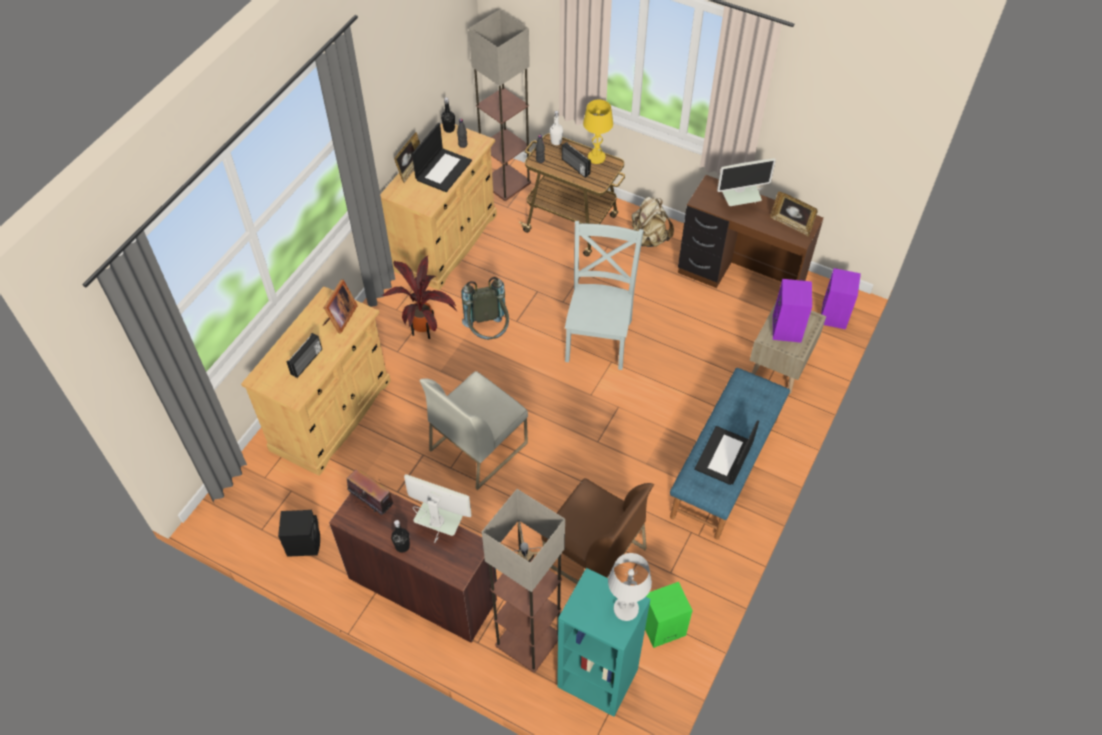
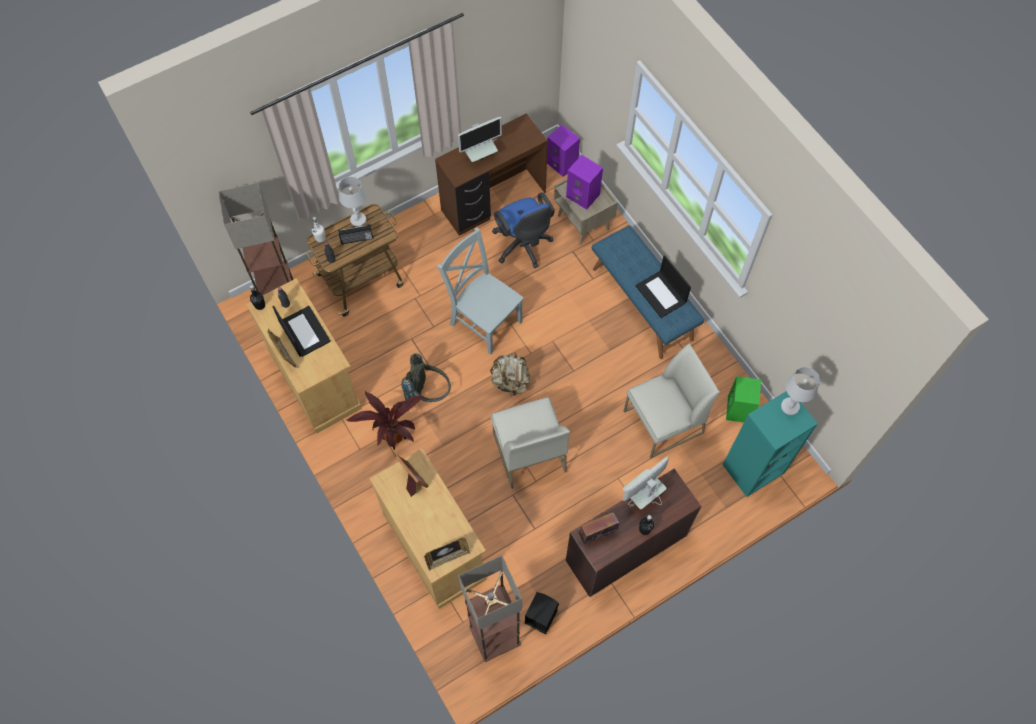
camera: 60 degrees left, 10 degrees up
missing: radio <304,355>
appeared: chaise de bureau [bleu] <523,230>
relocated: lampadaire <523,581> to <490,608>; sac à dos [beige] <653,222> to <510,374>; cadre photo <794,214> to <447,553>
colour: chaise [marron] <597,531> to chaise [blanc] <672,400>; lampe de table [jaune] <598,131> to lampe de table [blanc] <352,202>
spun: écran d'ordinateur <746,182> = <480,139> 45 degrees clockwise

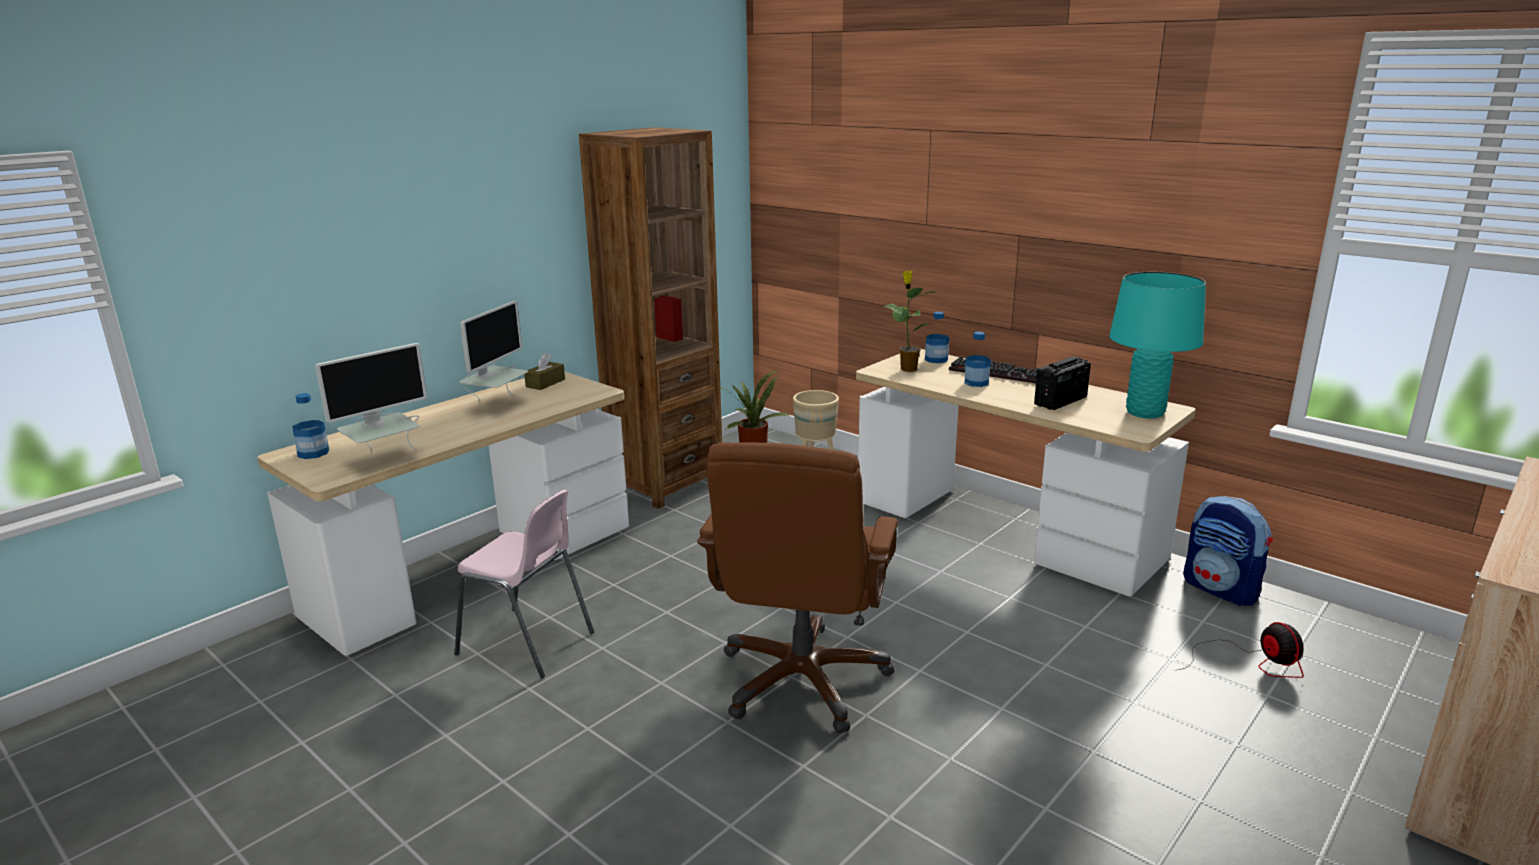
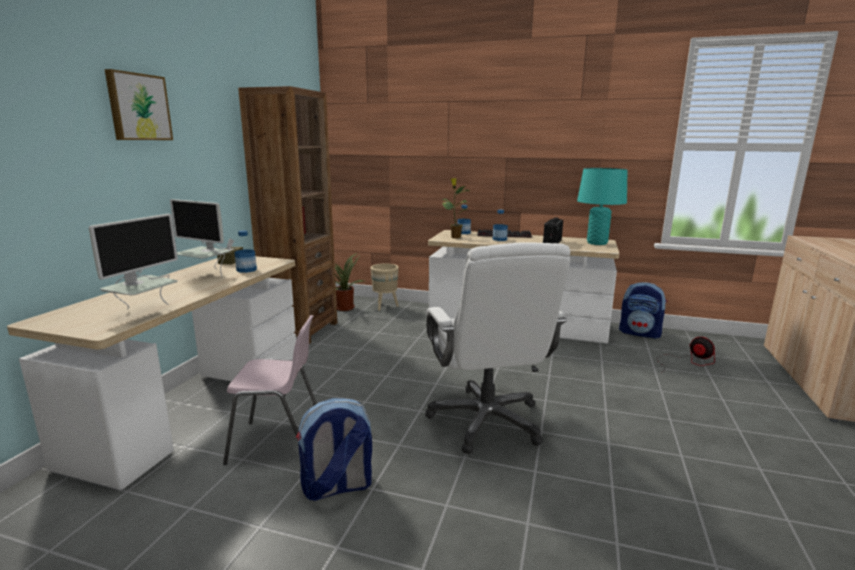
camera: 25 degrees left, 5 degrees down
appeared: tableau <139,104>; sac à dos <334,449>
relocated: bouteille <310,426> to <246,251>
colour: chaise de bureau [marron] <797,587> to chaise de bureau [blanc] <497,348>
spun: écran d'ordinateur <493,351> = <200,238> 120 degrees clockwise

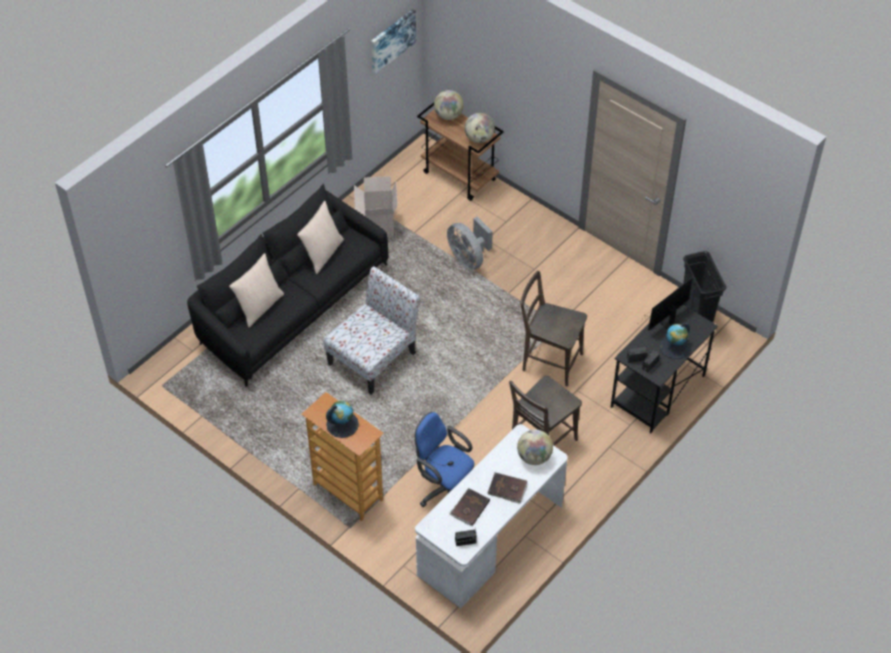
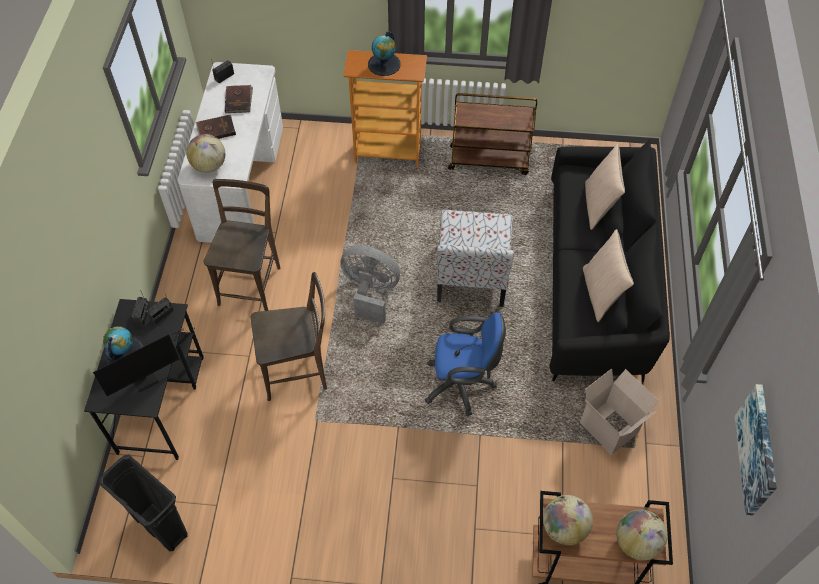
camera: 145 degrees right, 5 degrees up
appeared: chariot [marron] <492,134>
relocated: chaise de bureau [bleu] <444,459> to <465,364>; ventilateur [gris] <470,243> to <370,285>
spun: écran d'ordinateur <667,304> = <143,362> 45 degrees clockwise

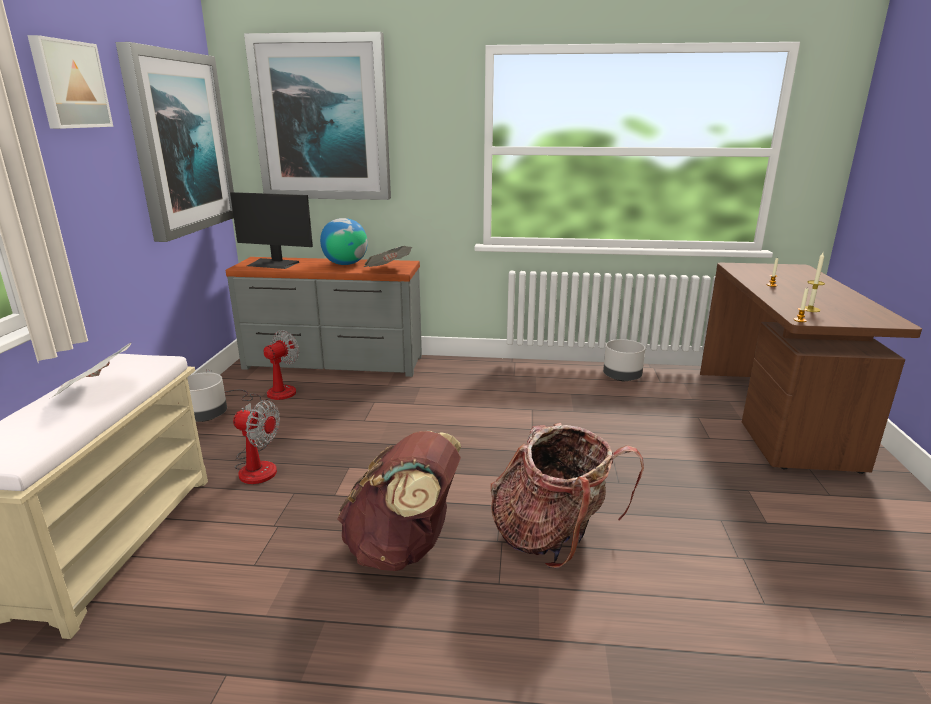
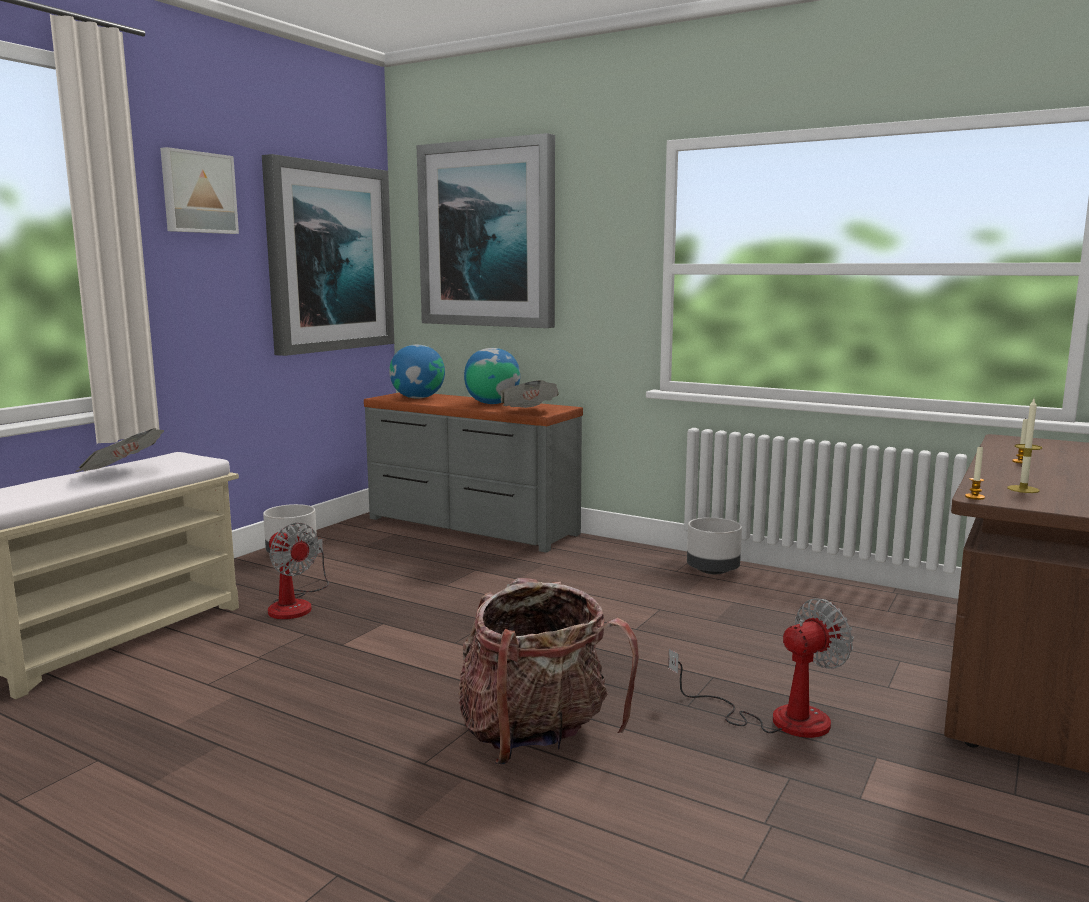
camera: 25 degrees right, 10 degrees down
missing: sac à dos [marron] <399,501>
relocated: ventilateur <253,365> to <761,668>; cache-pot [gris] <624,360> to <714,545>
exchanged: écran d'ordinateur <271,230> to globe <417,372>

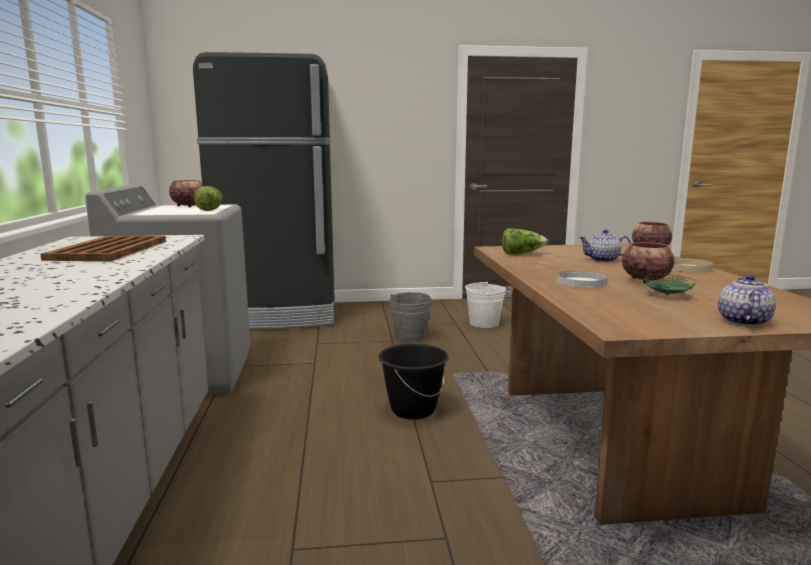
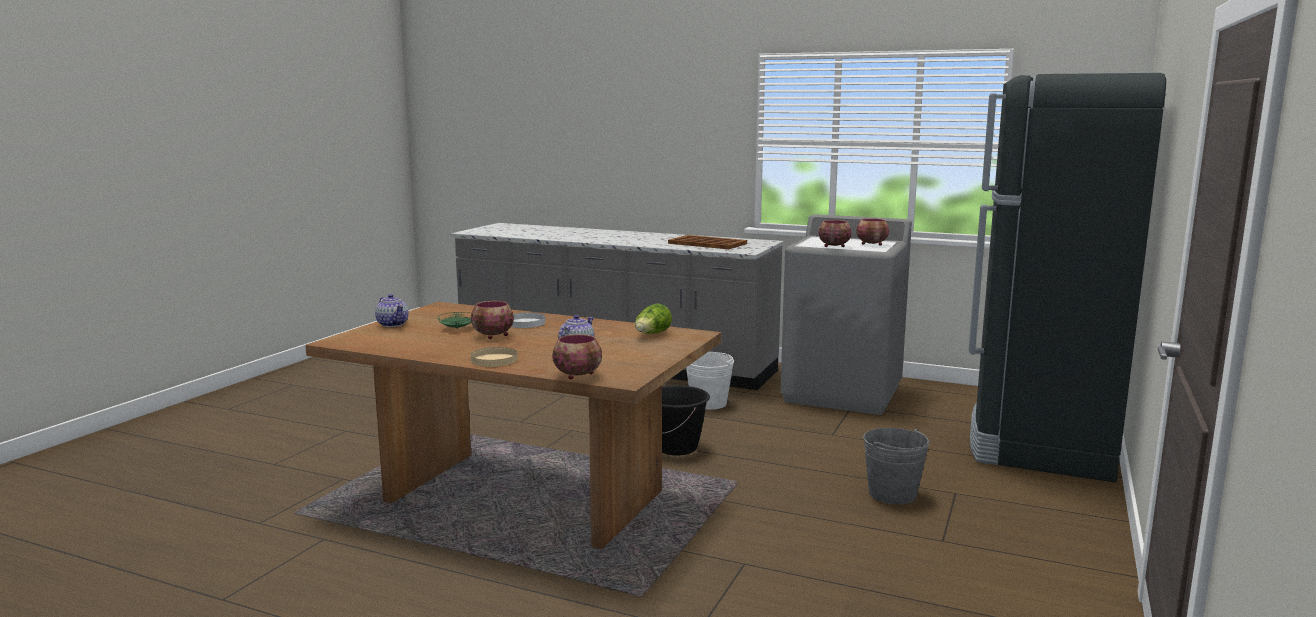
camera: 120 degrees right, 0 degrees up
relocated: seau [blanc] <485,304> to <710,381>
exchanged: laitue <208,198> to bol <835,233>

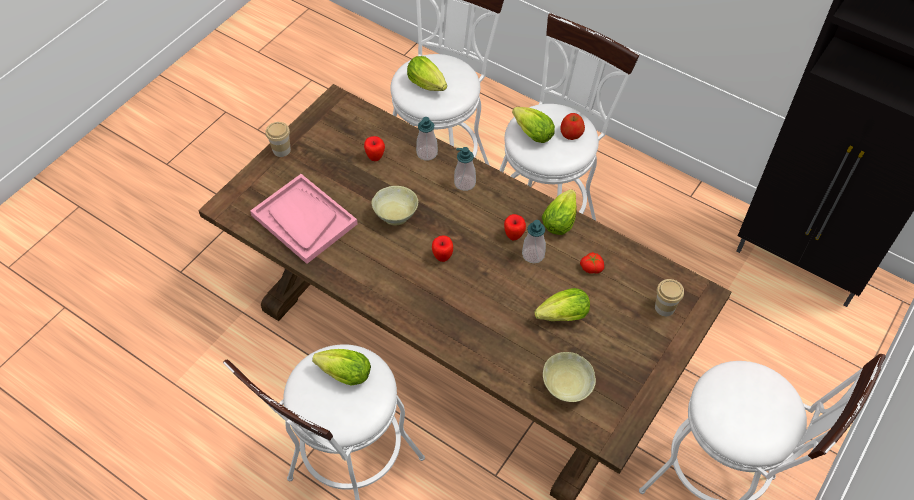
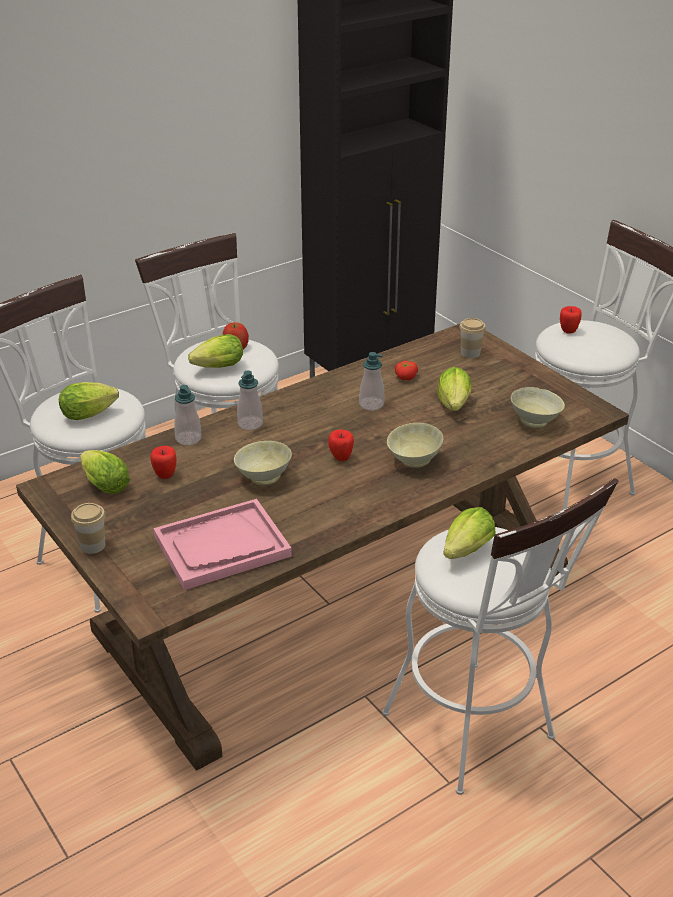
camera: 70 degrees left, 20 degrees down
appeared: bol [beige] <415,445>
relocated: pomme <515,227> to <571,320>; laitue <559,212> to <105,472>

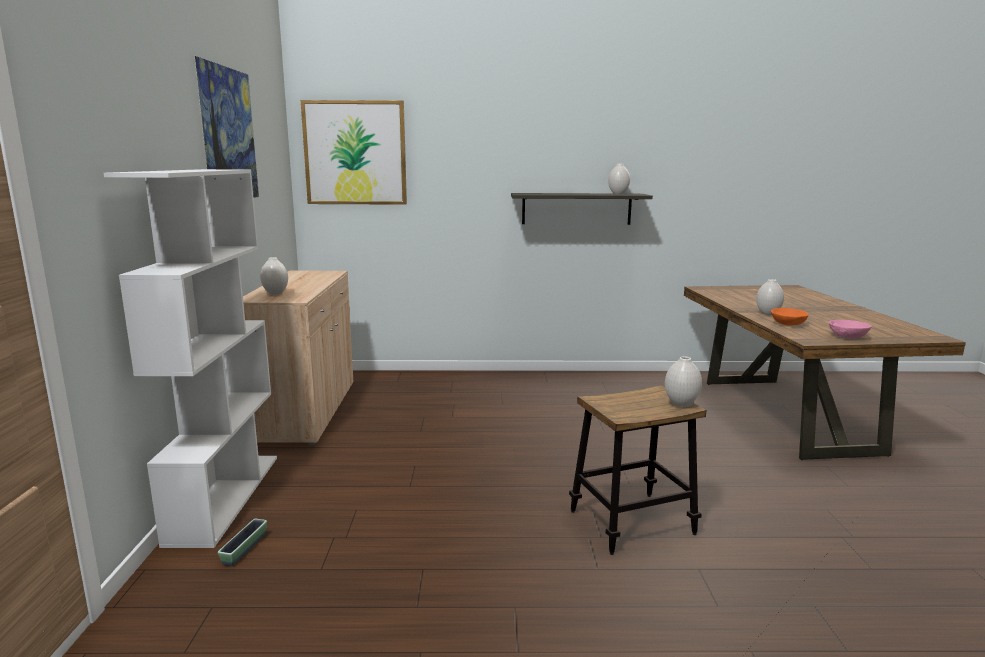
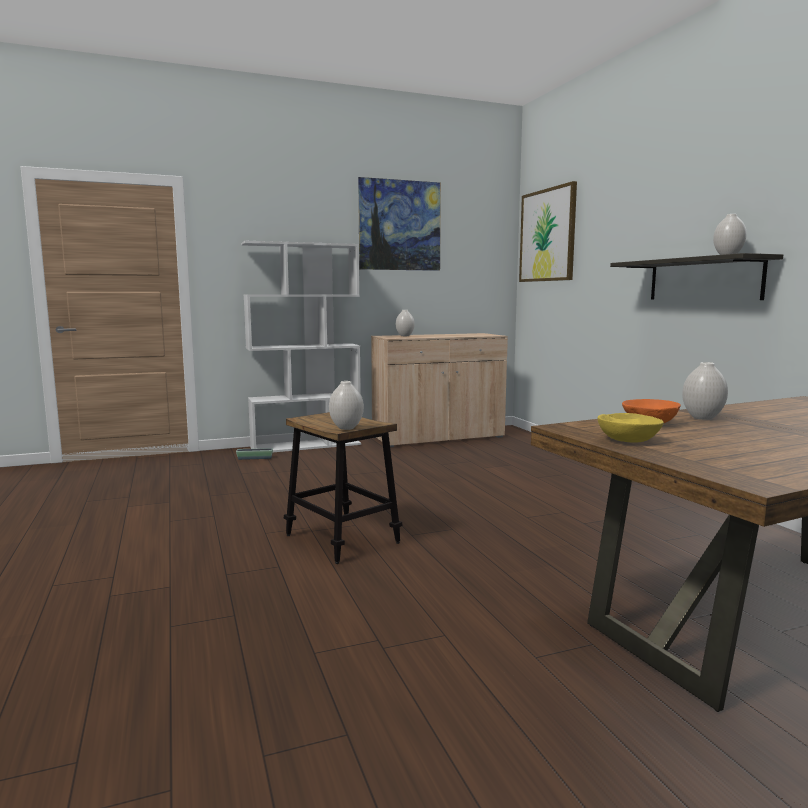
camera: 70 degrees right, 5 degrees down
colour: bol [rose] <850,329> to bol [jaune] <630,428>

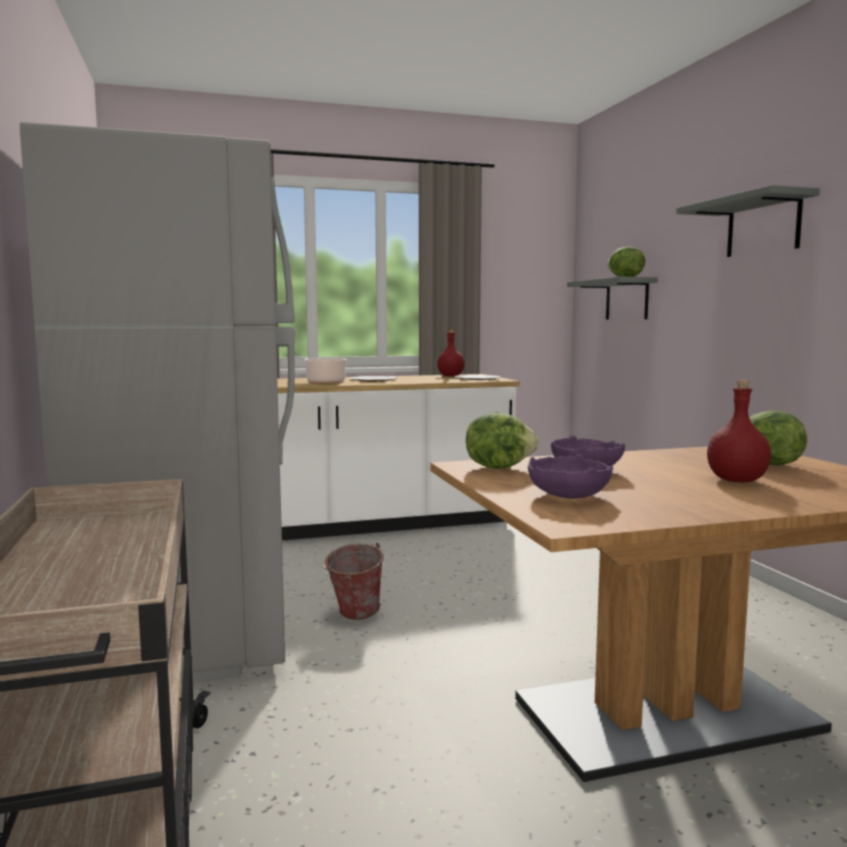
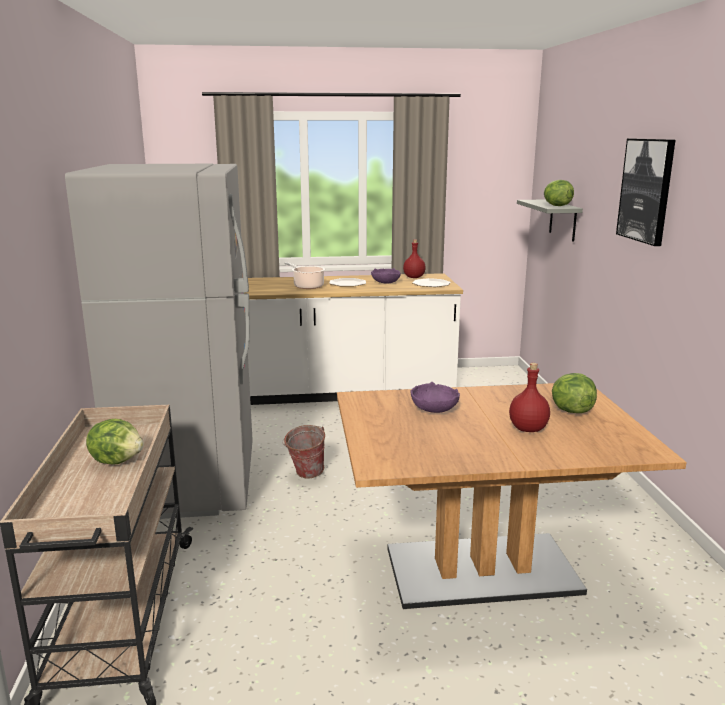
camera: 10 degrees right, 10 degrees up
relocated: laitue <502,441> to <115,442>; bol [violet] <570,476> to <386,276>
exchanged: étagère [gris] <748,221> to tableau <645,192>

